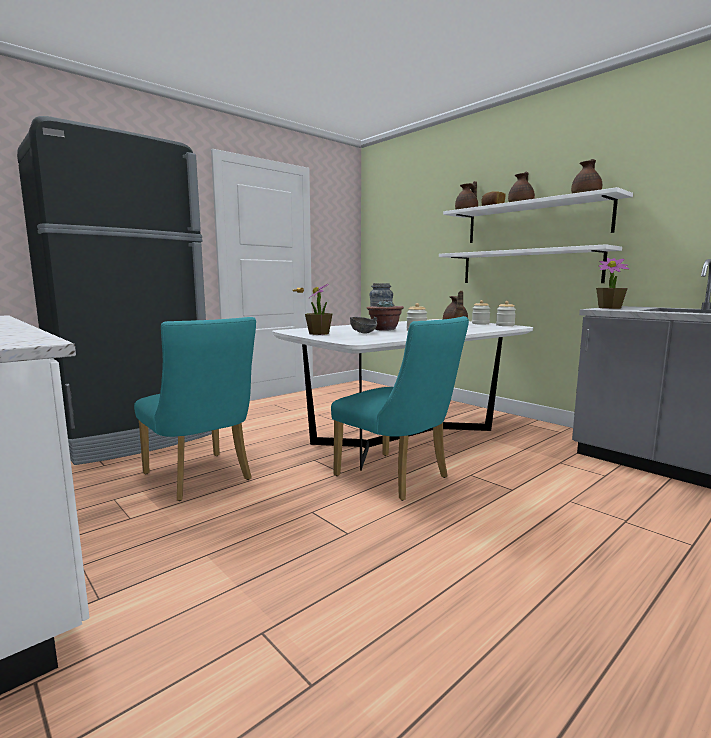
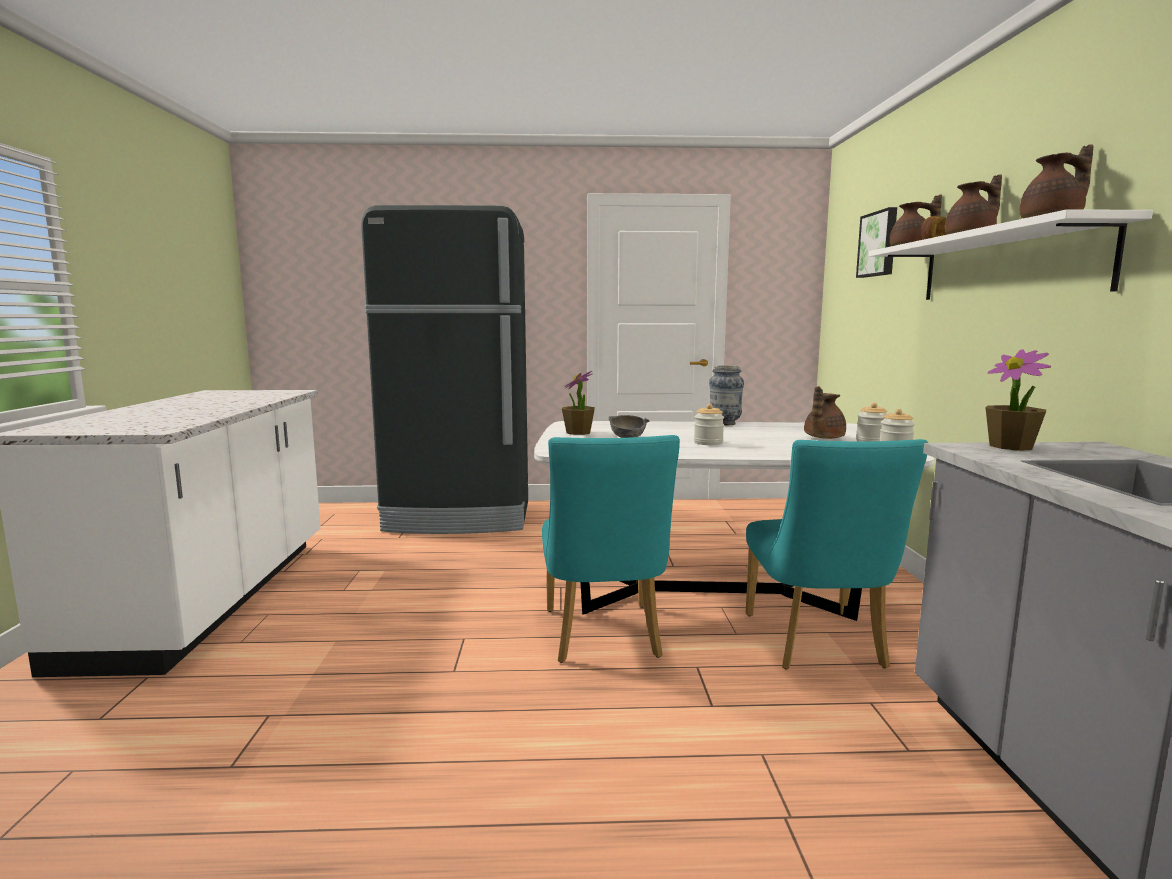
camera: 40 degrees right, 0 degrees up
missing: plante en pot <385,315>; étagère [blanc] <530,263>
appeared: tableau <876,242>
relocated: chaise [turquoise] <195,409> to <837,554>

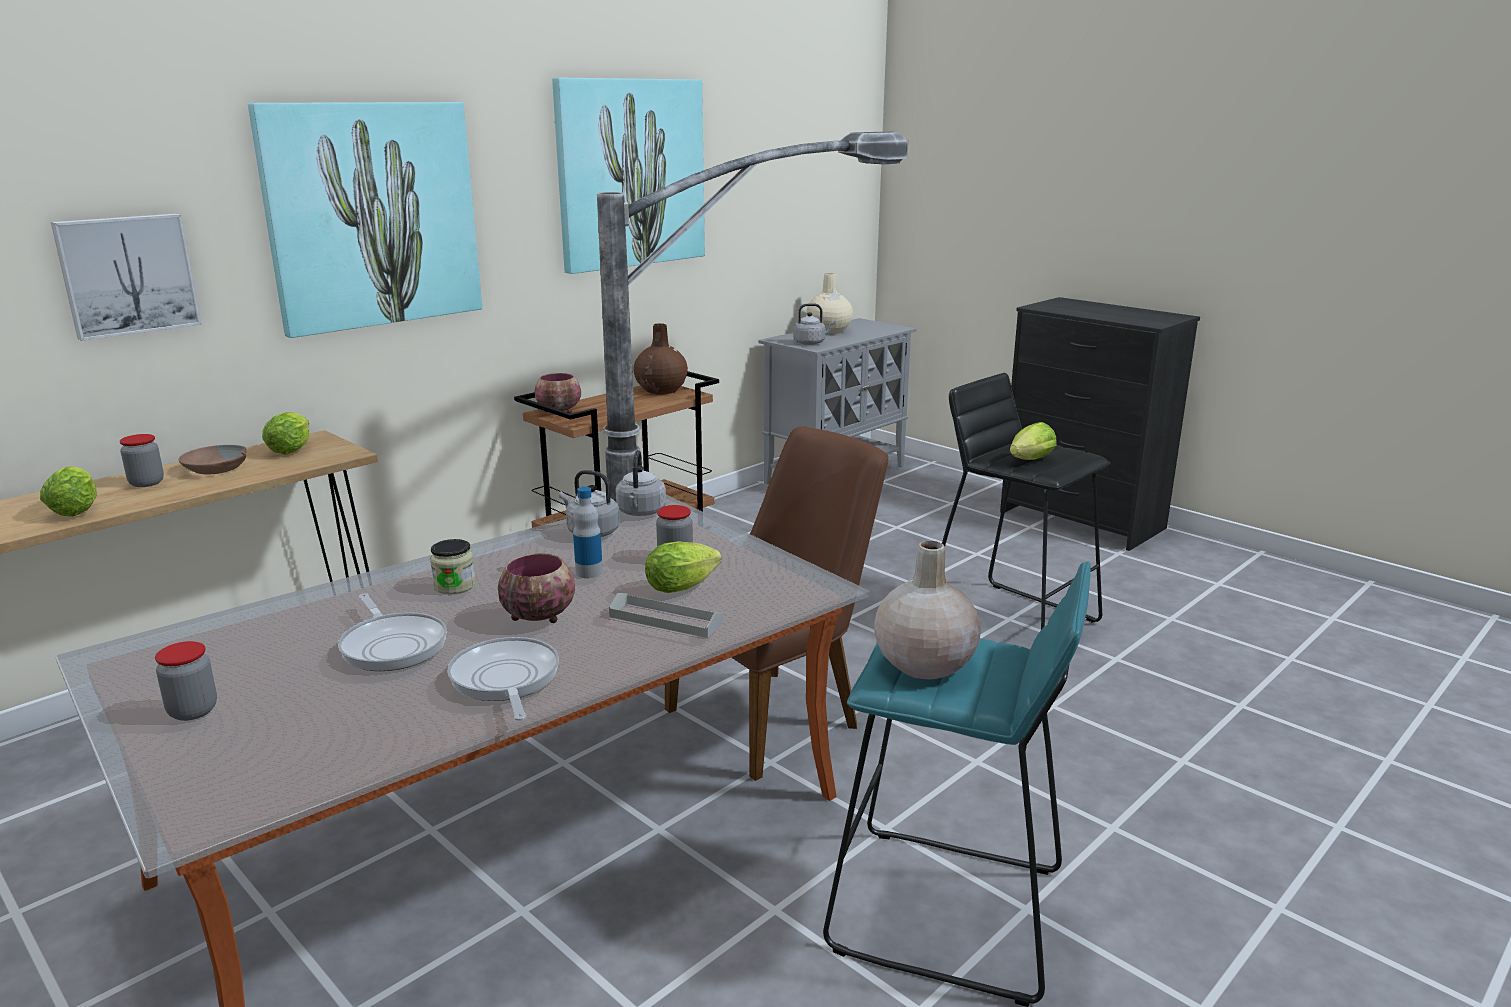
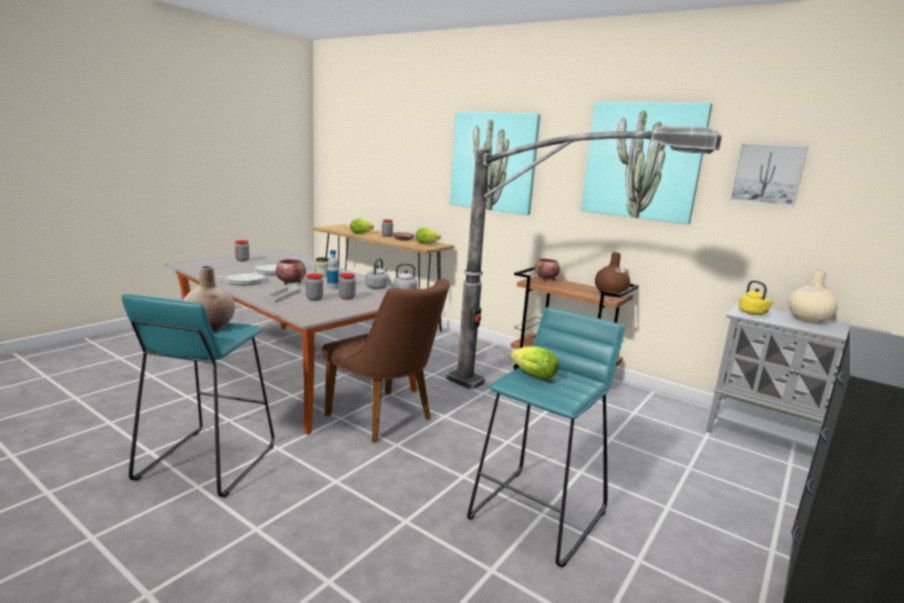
camera: 80 degrees right, 5 degrees down
relocated: tableau <126,277> to <768,175>
exchanged: laitue <683,567> to bocal <314,287>
colour: bouilloire [gris] <814,324> to bouilloire [jaune] <756,297>; tabouret [noir] <1026,501> to tabouret [turquoise] <545,437>

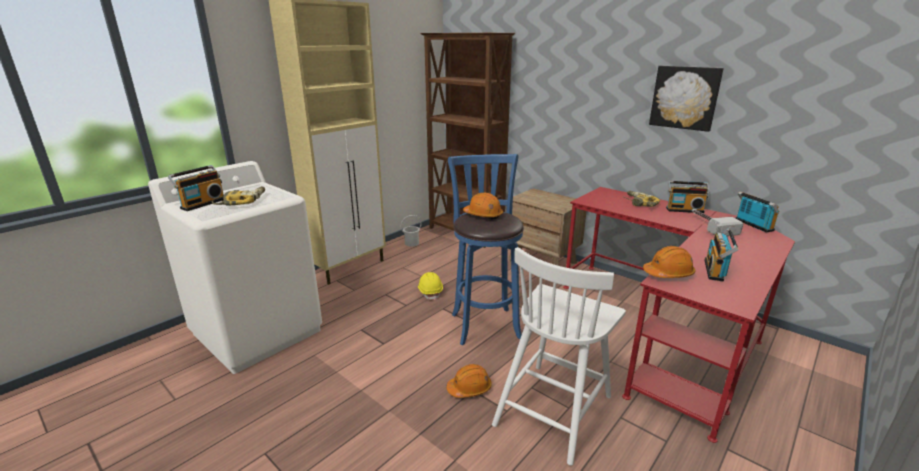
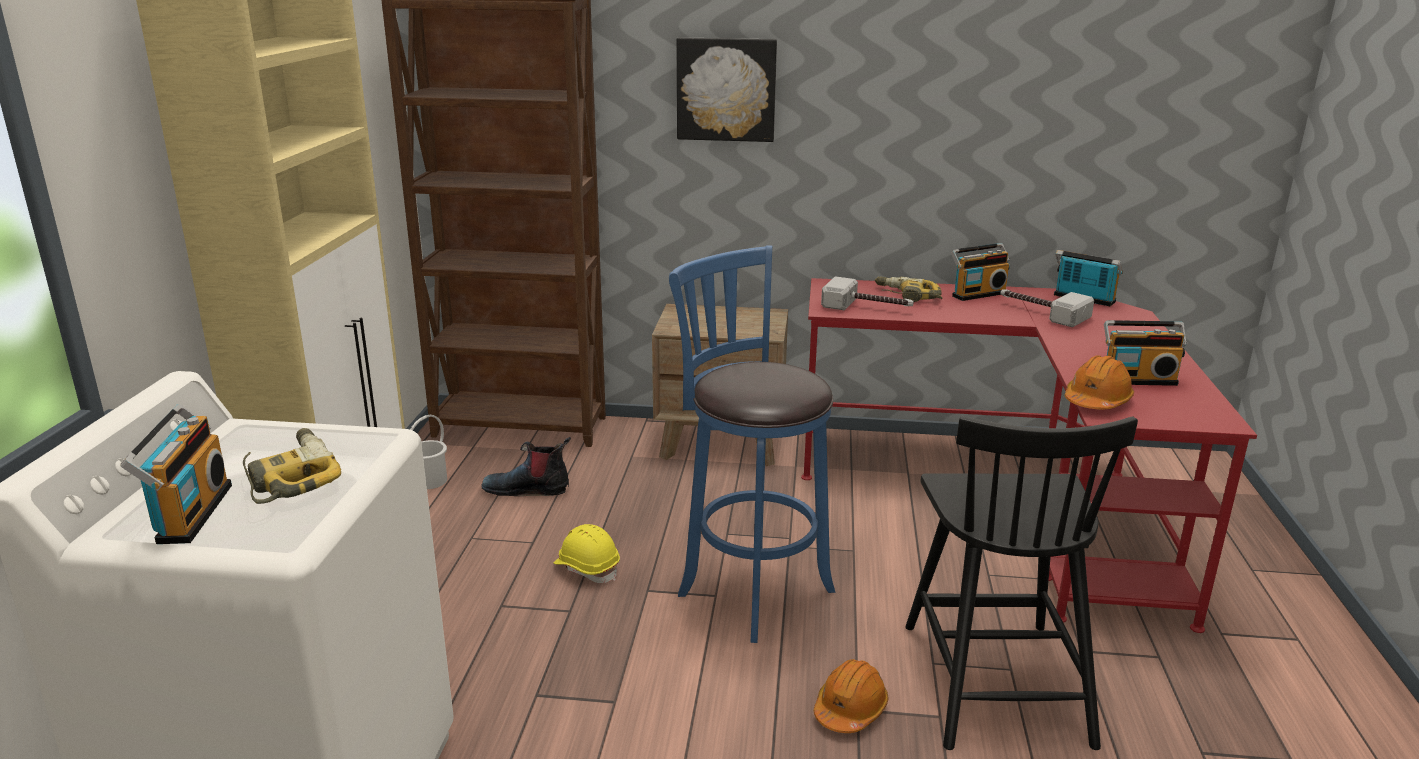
camera: 35 degrees left, 0 degrees up
missing: casque de chantier [orange] <483,206>
appeared: botte <526,466>; marteau <867,293>
relocated: tableau <686,99> to <727,89>
colour: chaise [blanc] <559,356> to chaise [noir] <1021,583>
spun: radio <722,254> = <1145,353> 75 degrees counterclockwise

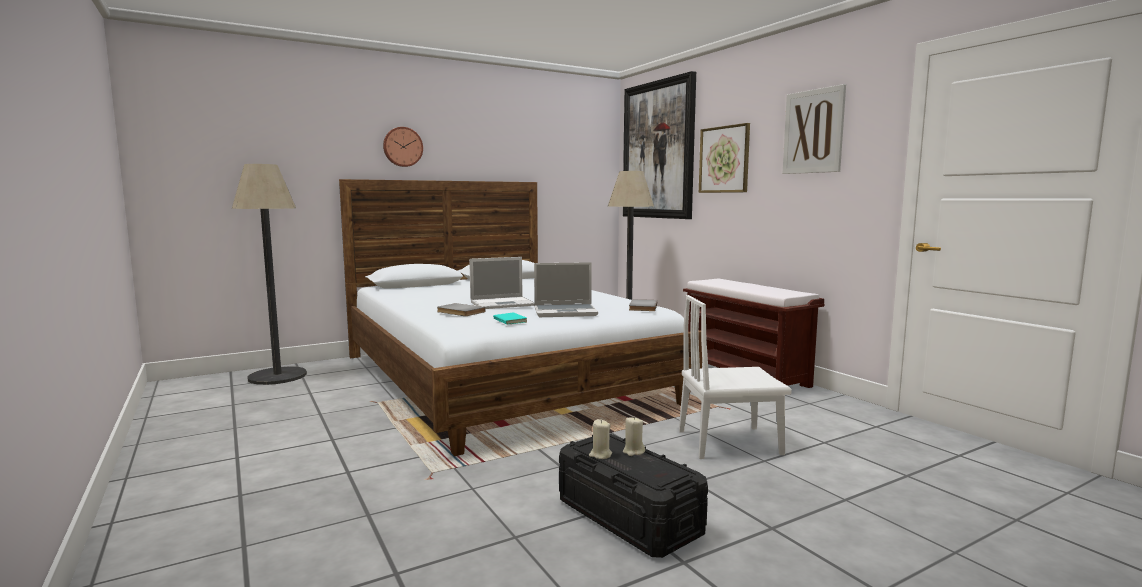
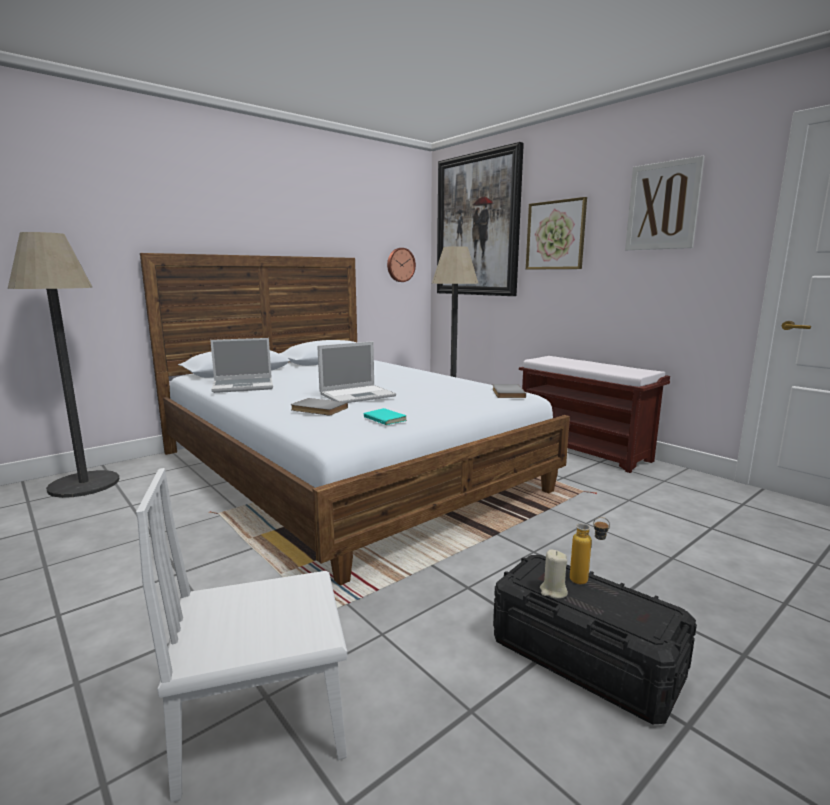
camera: 10 degrees left, 5 degrees up
relocated: horloge murale <403,147> to <401,265>; ordinateur portable <566,289> to <241,365>; chaise [blanc] <735,377> to <241,635>
exchanged: bougie [beige] <634,436> to bouteille <590,550>

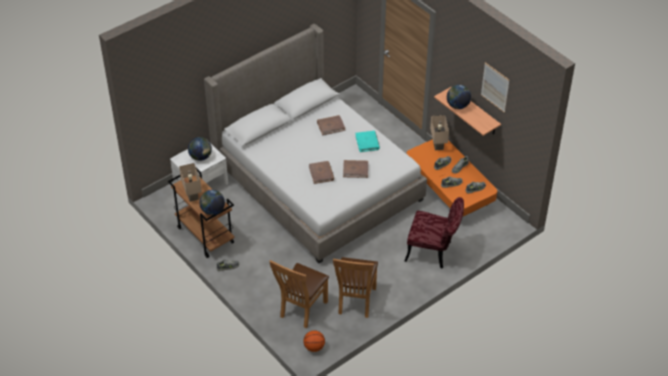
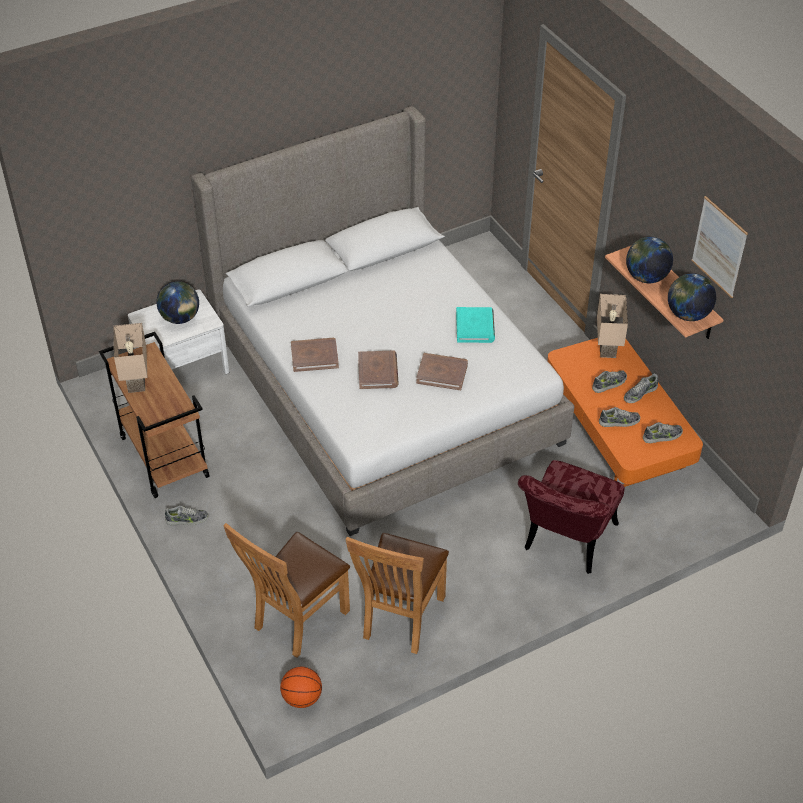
camera: 10 degrees right, 0 degrees up
relocated: globe <212,202> to <692,297>; livre [marron] <331,125> to <315,355>
spun: chaise [rouge] <434,233> = <571,517> 90 degrees clockwise

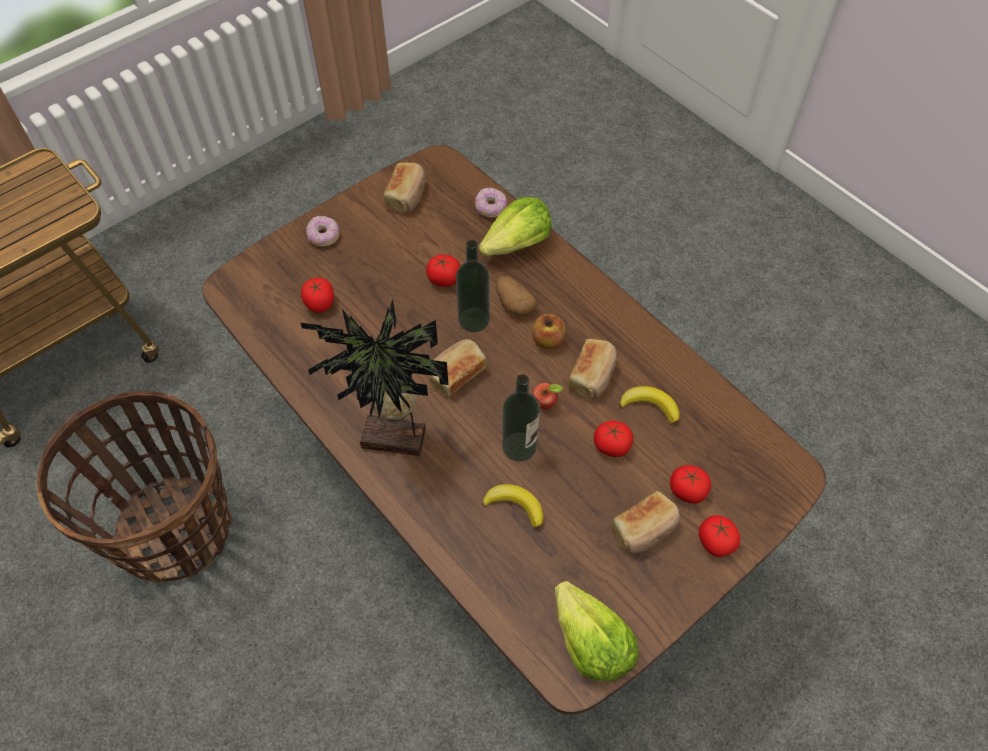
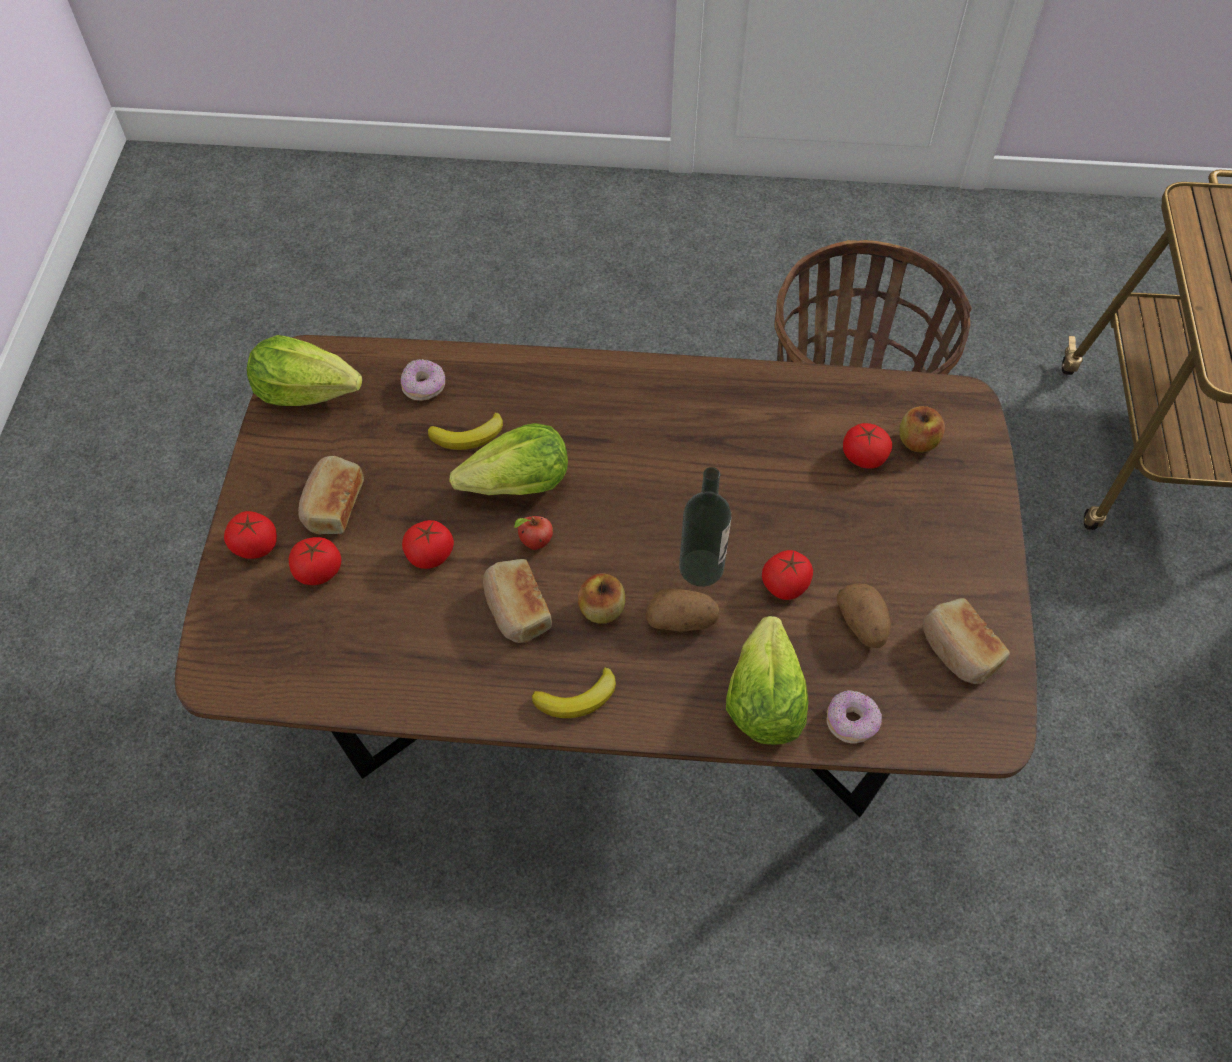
camera: 135 degrees right, 0 degrees up
missing: plante en pot <375,377>; pain <457,368>
appeared: pomme de terre <864,615>; pomme <922,429>
relocated: beignet <322,231> to <423,380>; banane <649,405> to <574,692>
exchanged: bouteille <521,418> to laitue <508,459>

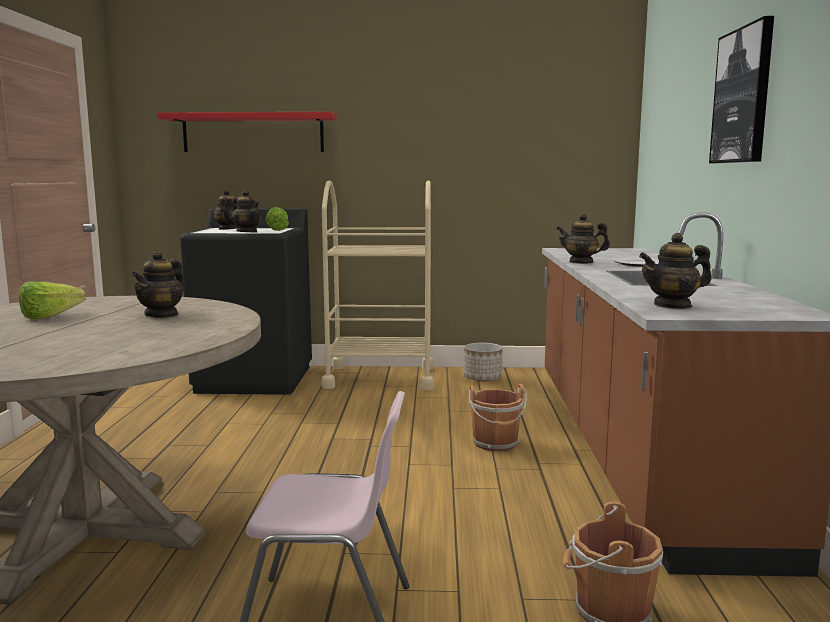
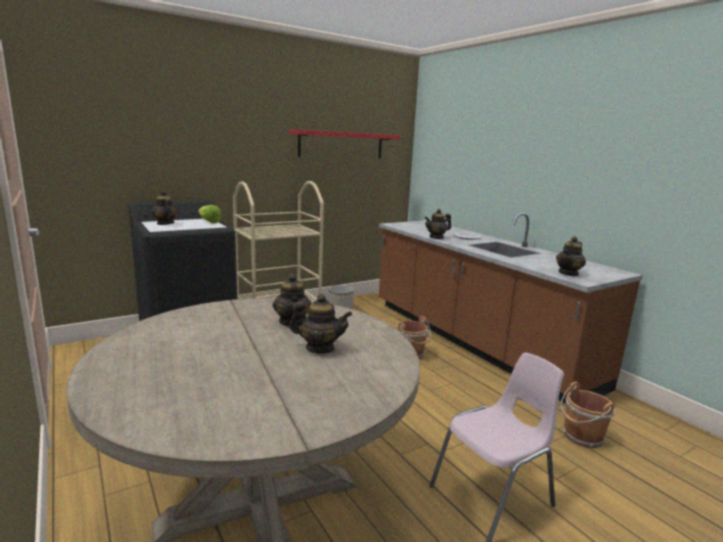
camera: 35 degrees left, 5 degrees up
missing: laitue <52,300>; tableau <741,89>
relocated: étagère [rouge] <247,132> to <344,144>; théière <246,211> to <320,324>

